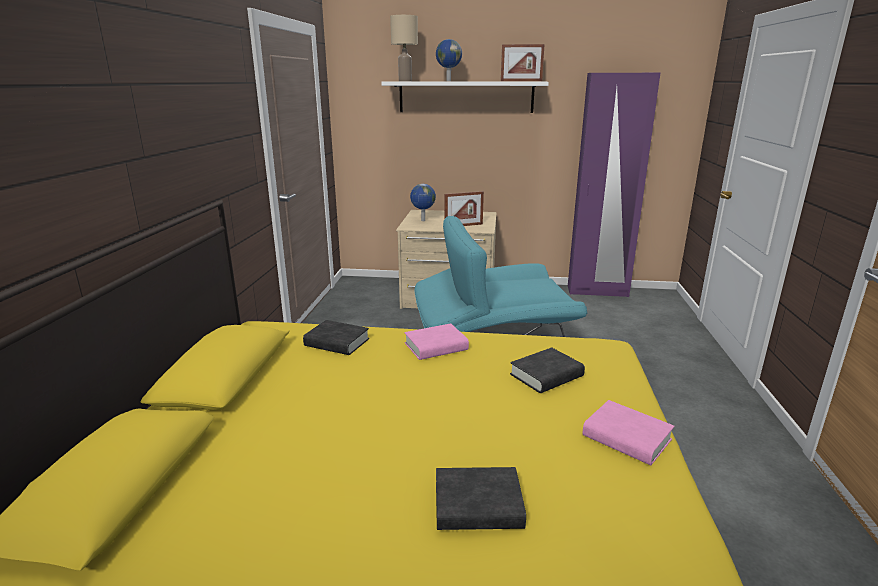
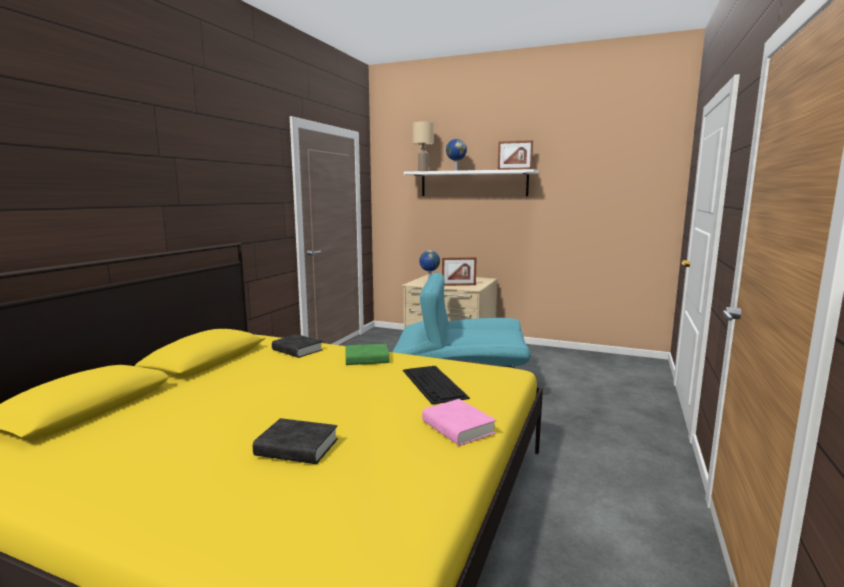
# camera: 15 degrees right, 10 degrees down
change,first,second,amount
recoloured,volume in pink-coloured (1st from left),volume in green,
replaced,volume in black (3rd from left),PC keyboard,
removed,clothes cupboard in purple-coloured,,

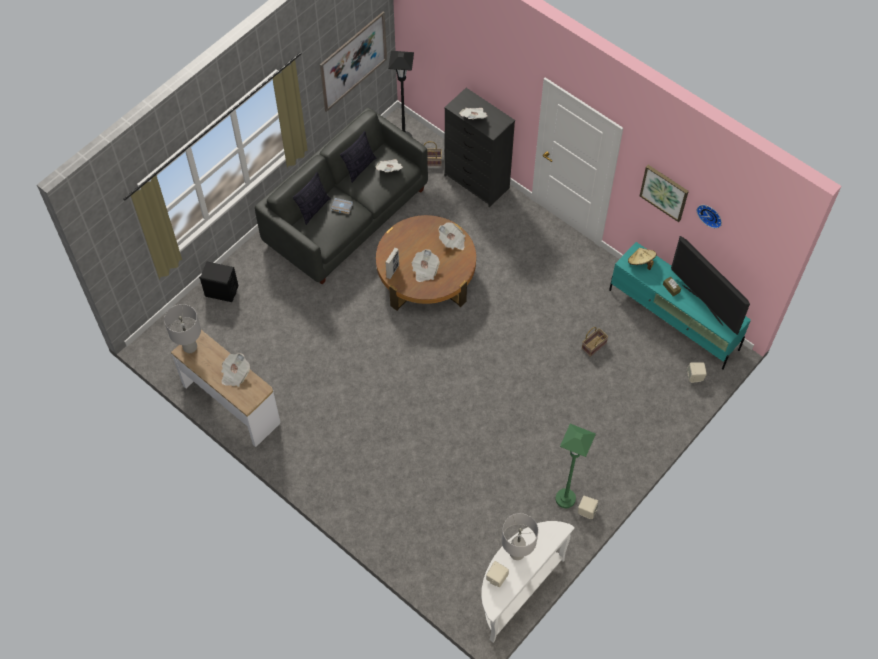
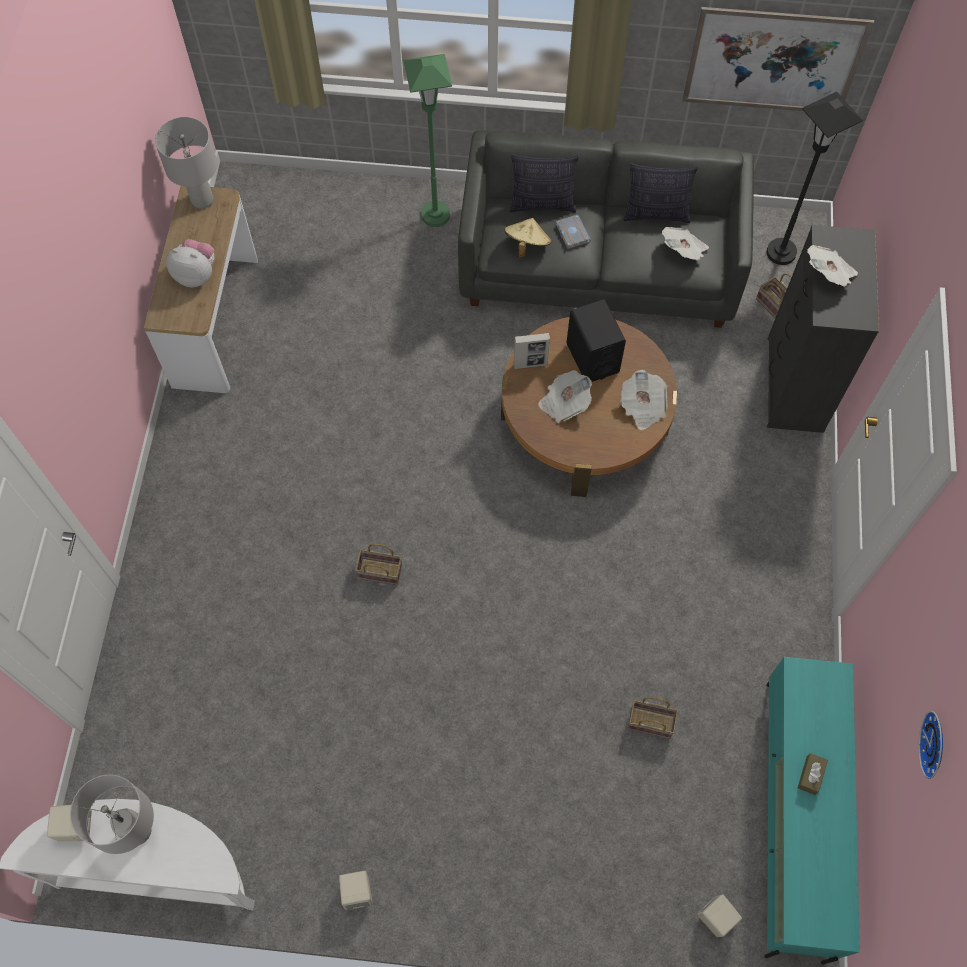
# camera: 55 degrees right, 5 degrees up
change,first,second,amount
moved,speaker in black,,
replaced,daily paper (1st from left),soft toy,
moved,floor lamp in green,,
moved,clothing hat in beige,,
removed,wall picture (2nd from left),,
removed,TV set,,
added,,household basket (1st from left),

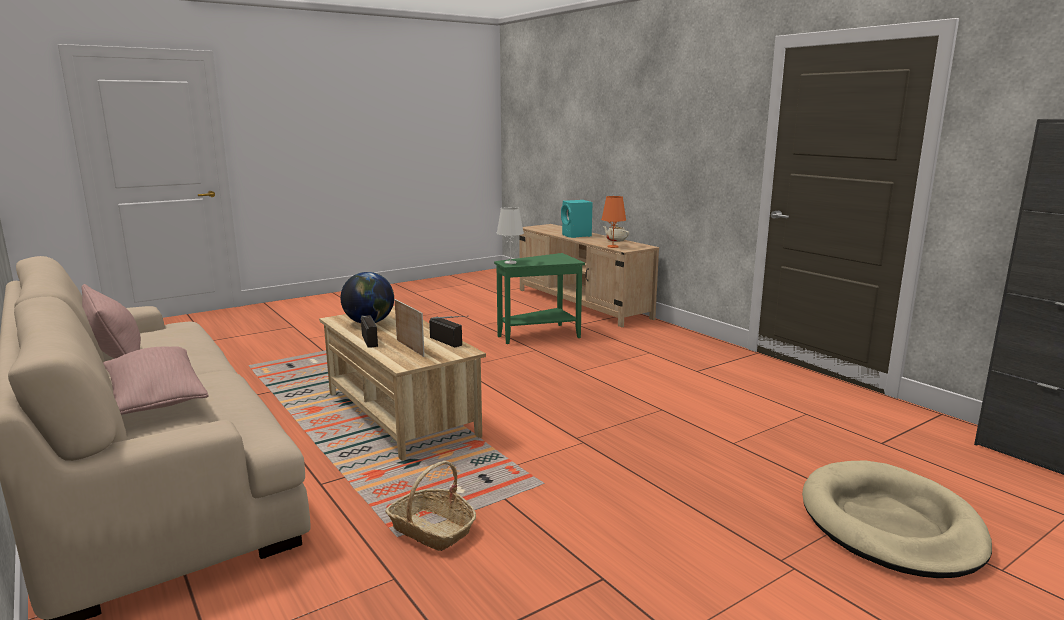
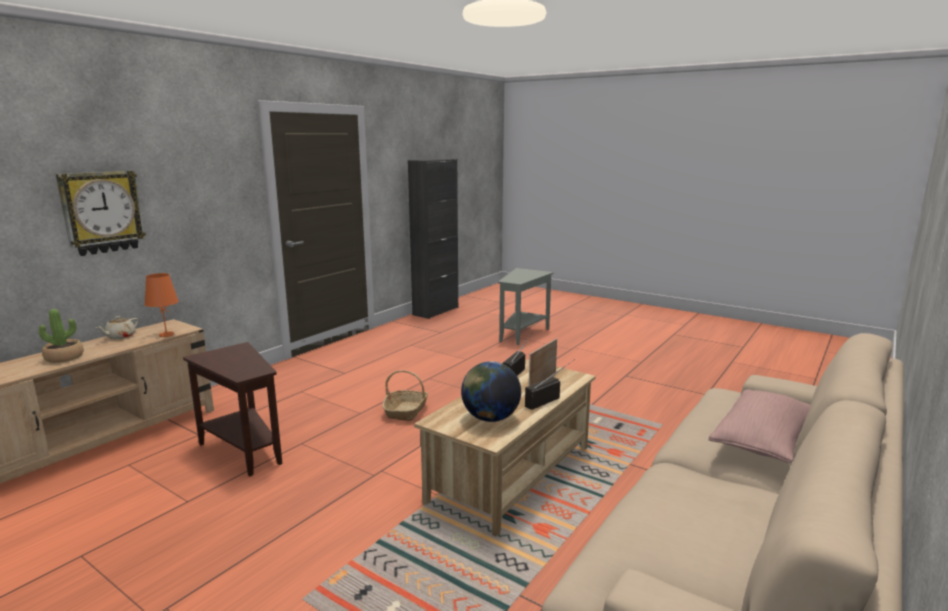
# camera: 110 degrees left, 0 degrees up
change,first,second,amount
removed,cushion in pink-coloured (1st from left),,
moved,household basket,,
recoloured,side table in green,side table in brown,
removed,tabletop lamp in white-coloured,,
replaced,speaker in turquoise,houseplant,
replaced,dog bed in beige,side table in grey,
added,,hanging clock,

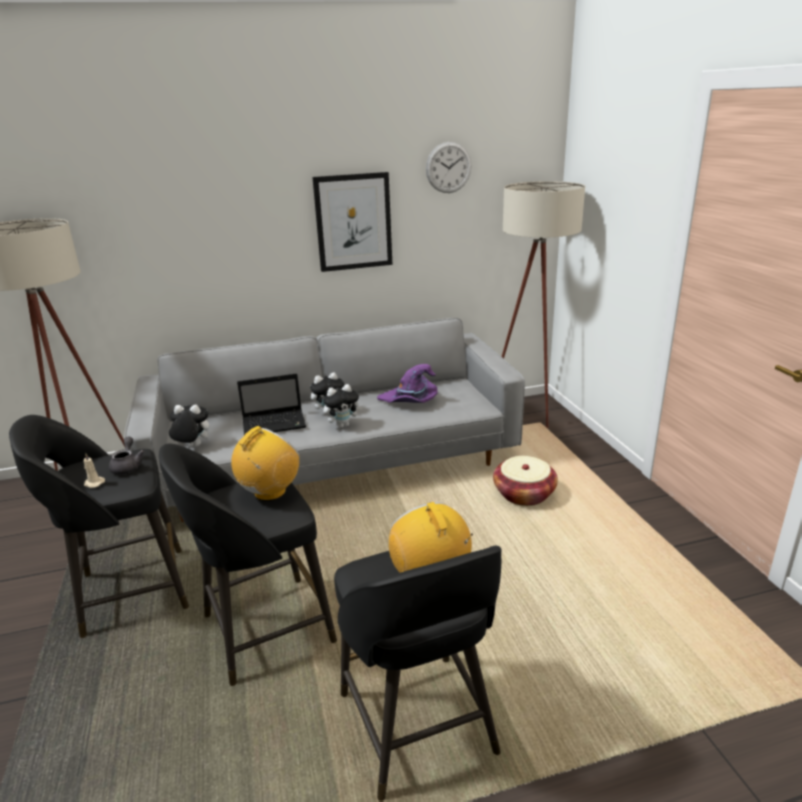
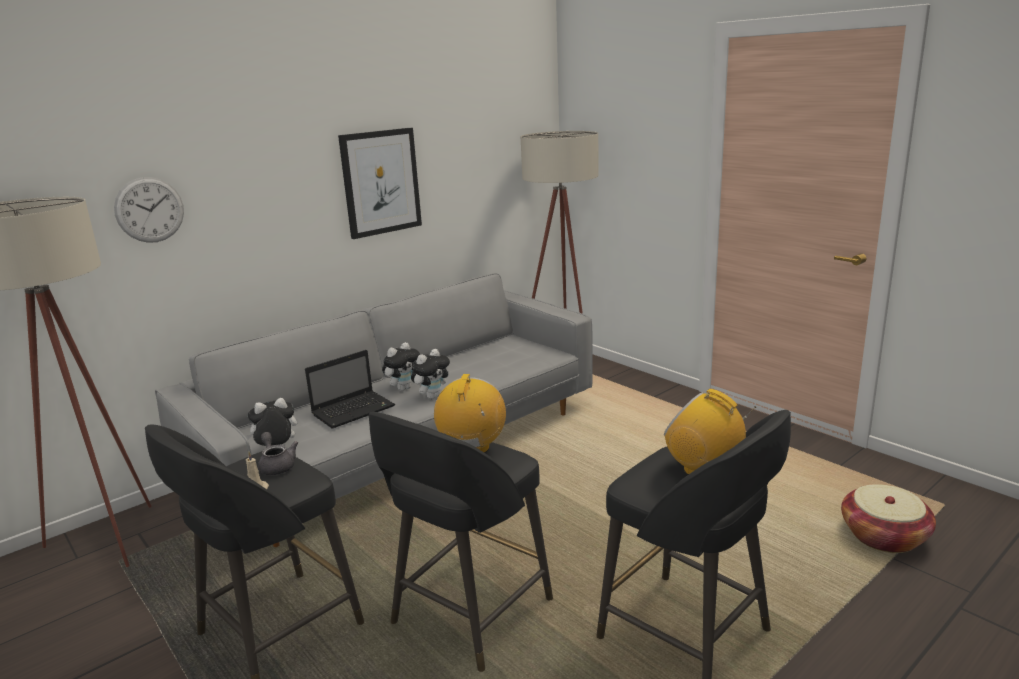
# camera: 25 degrees left, 5 degrees down
change,first,second,amount
removed,clothing hat in purple-coloured,,
moved,hanging clock,,
moved,household basket,,

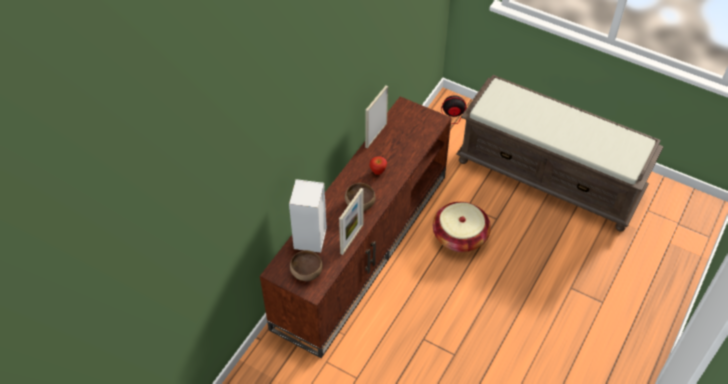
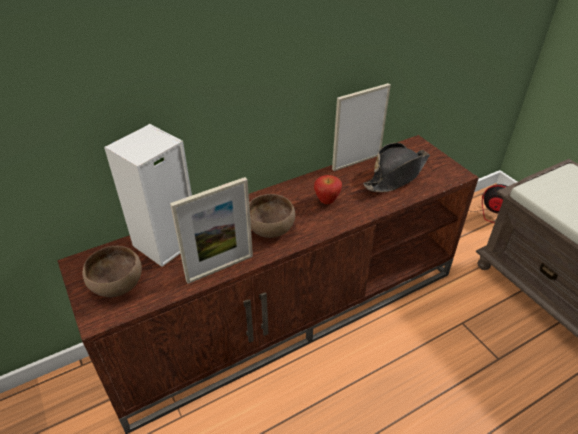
# camera: 30 degrees right, 10 degrees down
change,first,second,amount
removed,household basket,,
added,,clothing hat in black,

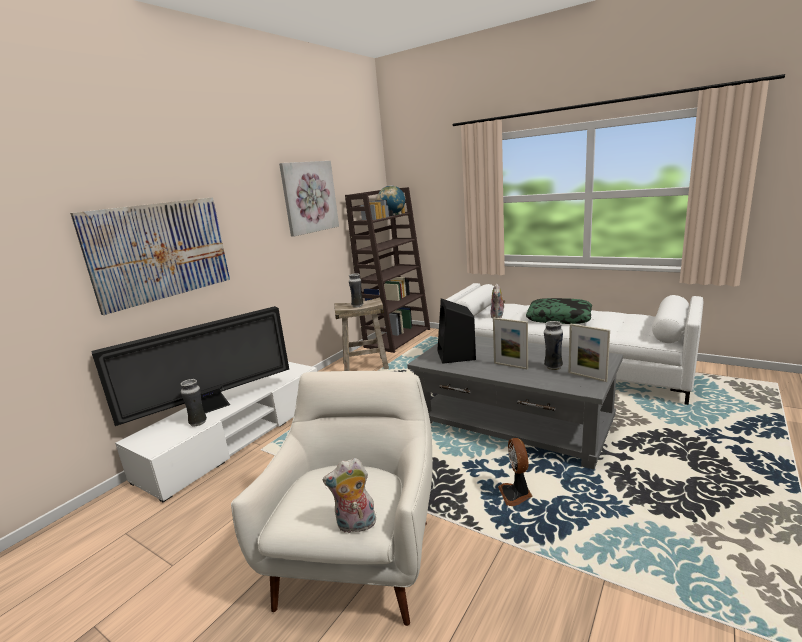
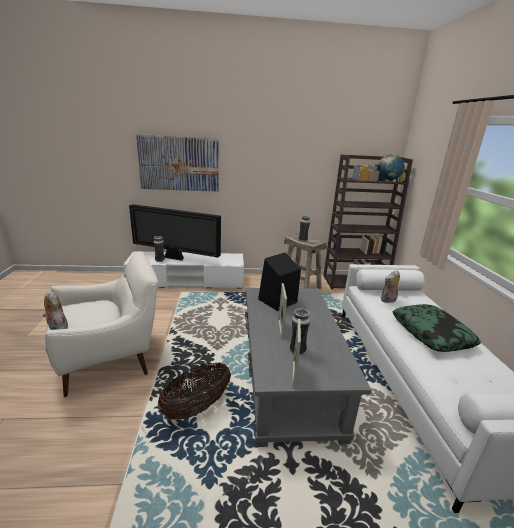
# camera: 50 degrees right, 5 degrees up
change,first,second,amount
removed,wall picture (2nd from left),,
replaced,cooling fan,household basket,

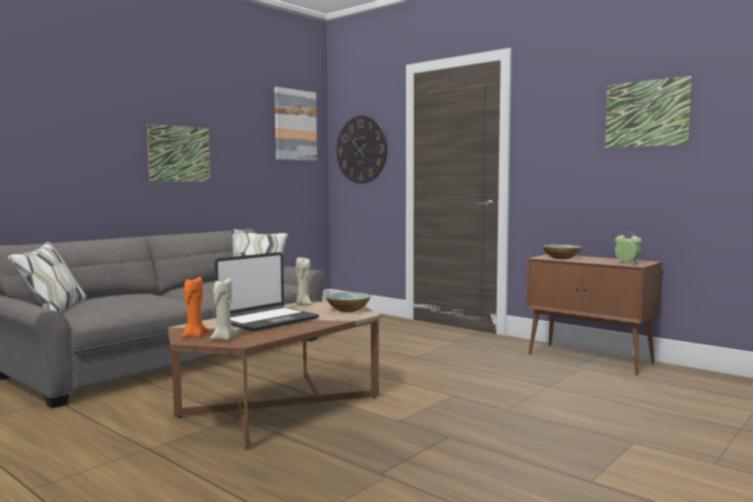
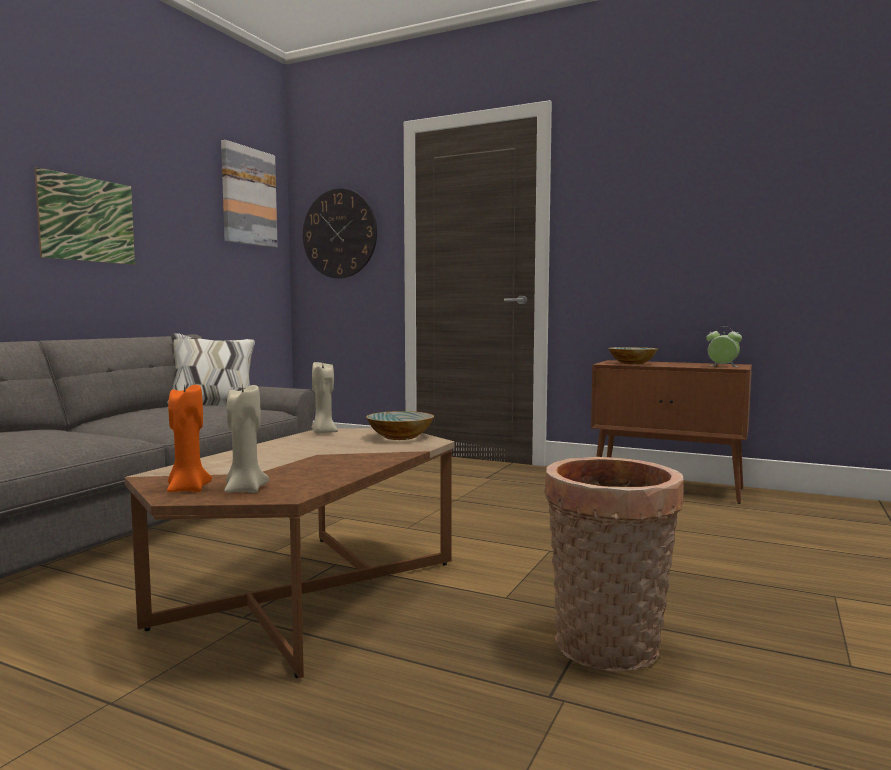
# camera: 15 degrees left, 0 degrees up
change,first,second,amount
removed,notebook computer,,
removed,wall picture (3rd from left),,
added,,household basket,

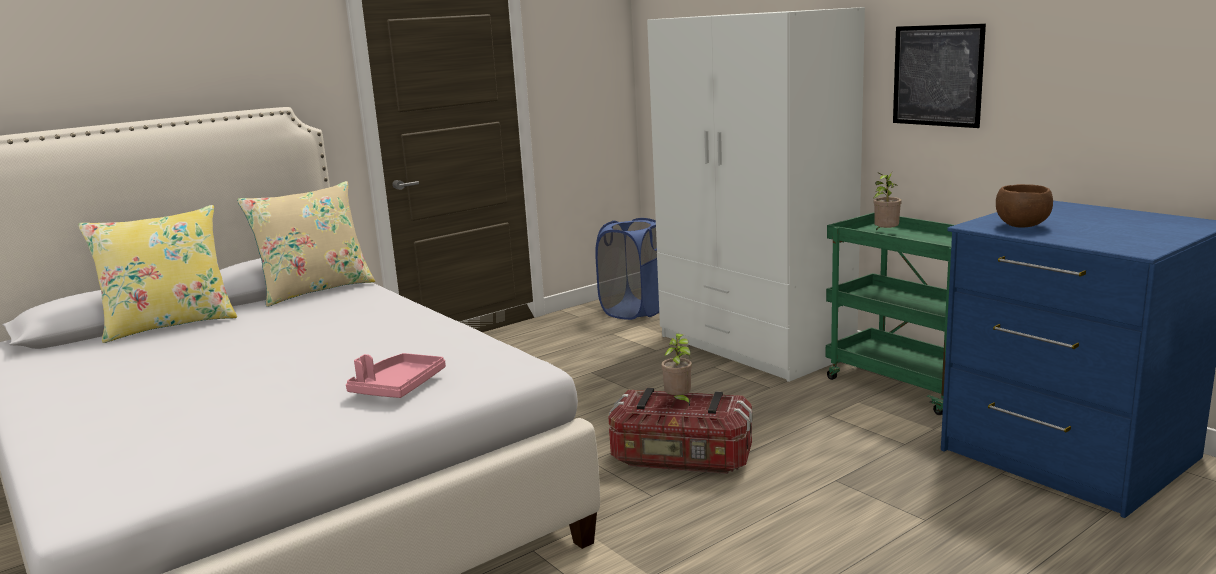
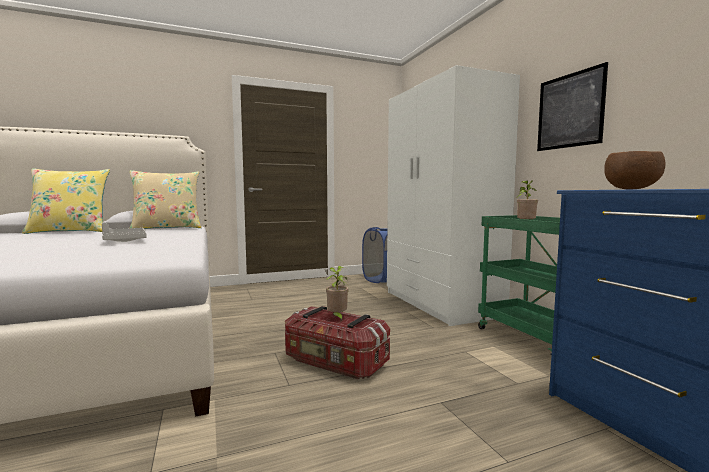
# camera: 15 degrees right, 10 degrees down
change,first,second,amount
removed,serving tray in pink-coloured,,
added,,serving tray in grey,

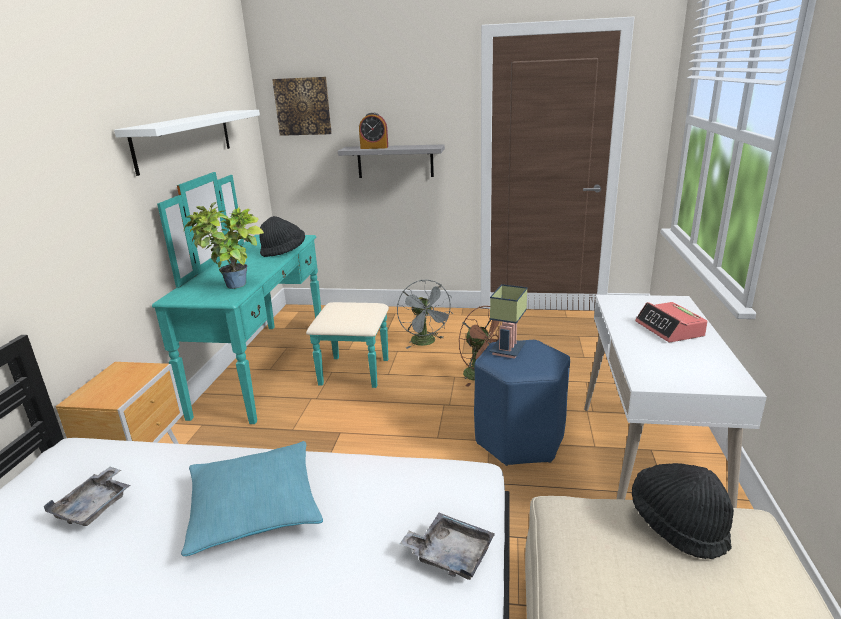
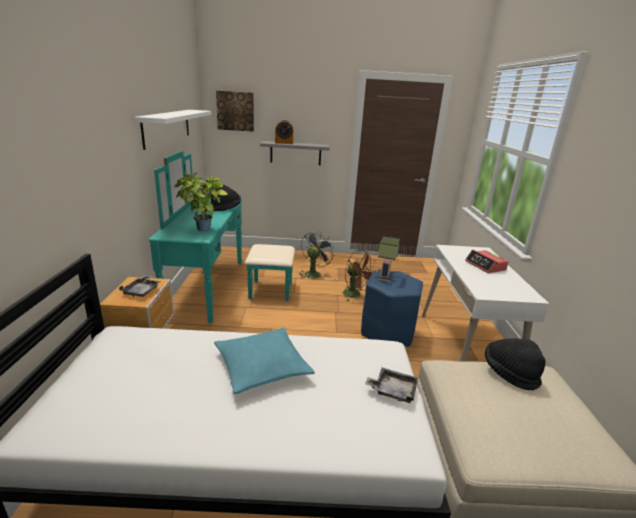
# camera: 10 degrees left, 0 degrees up
change,first,second,amount
moved,serving tray in grey (1st from left),,
turned,cooling fan in grey,,120 degrees counterclockwise

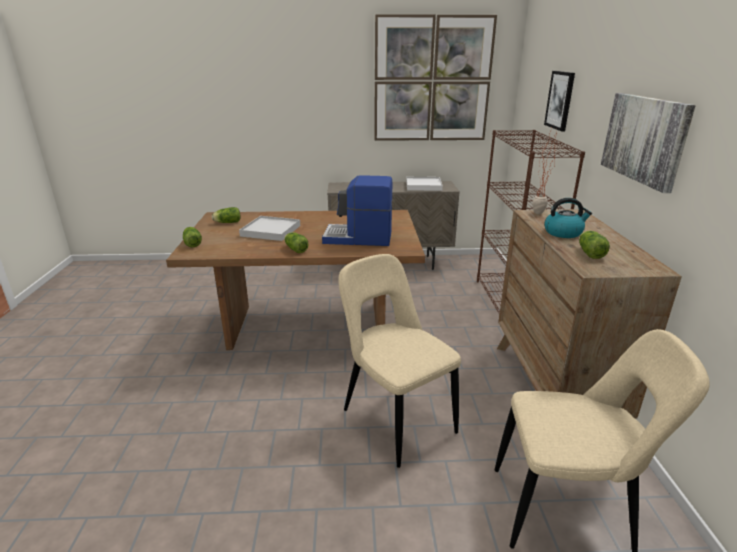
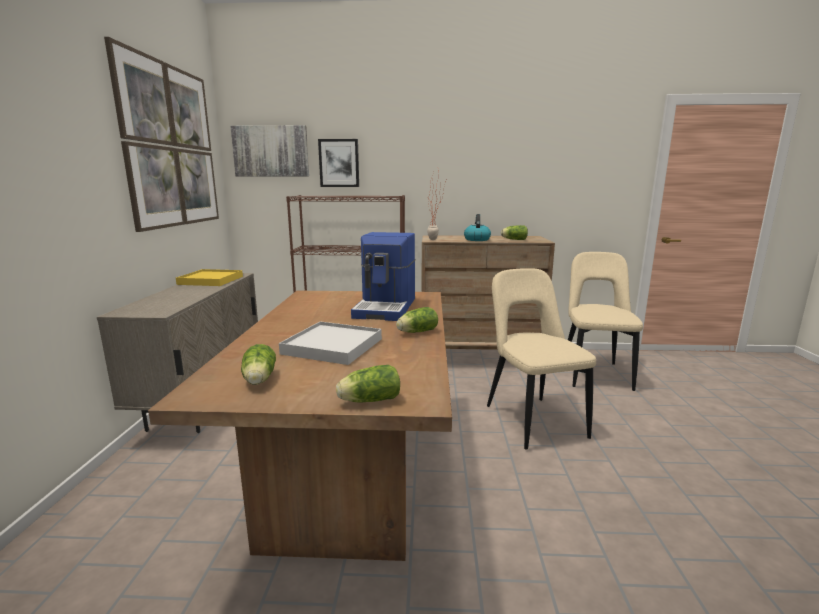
# camera: 85 degrees left, 10 degrees down
change,first,second,amount
turned,chair in beige (1st from left),,105 degrees clockwise
recoloured,serving tray in white-coloured (2nd from left),serving tray in yellowish,
moved,wall picture (3rd from left in the first image),wall picture (2nd from left),

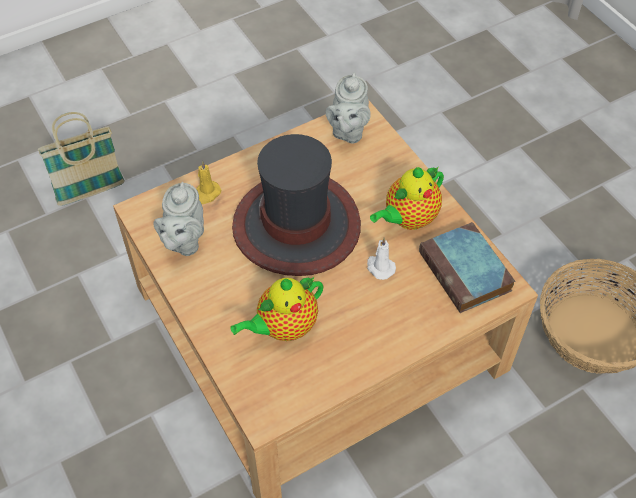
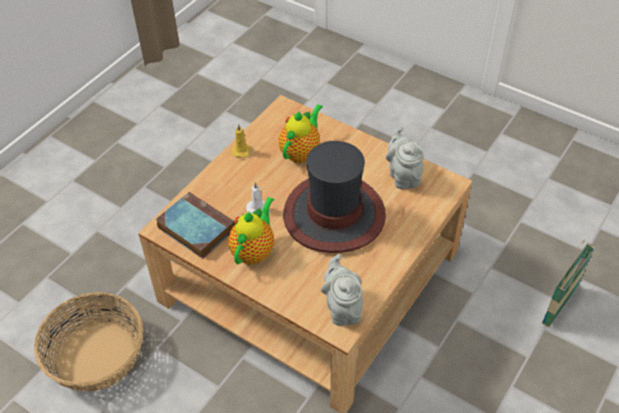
# camera: 155 degrees right, 5 degrees down
change,first,second,amount
moved,wax candle in yellowish,,

